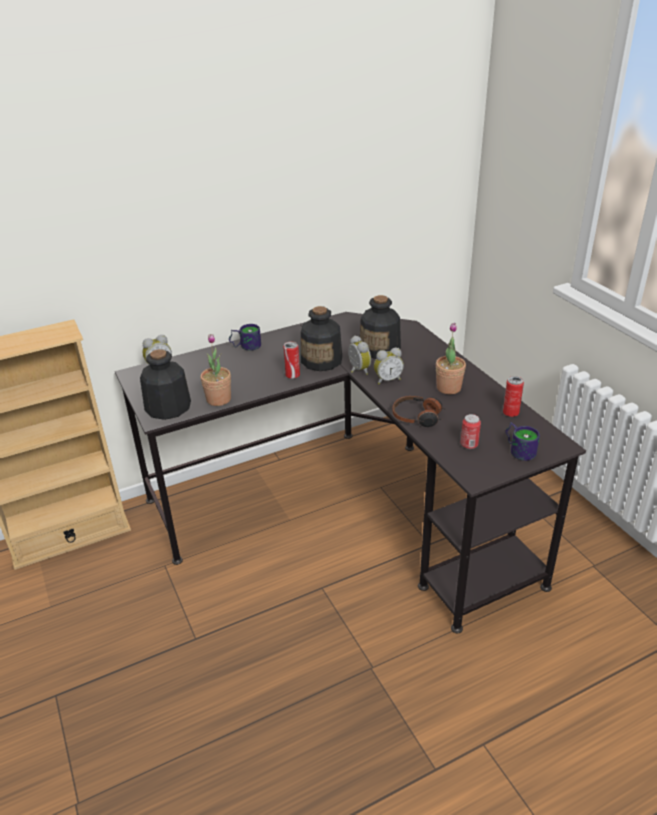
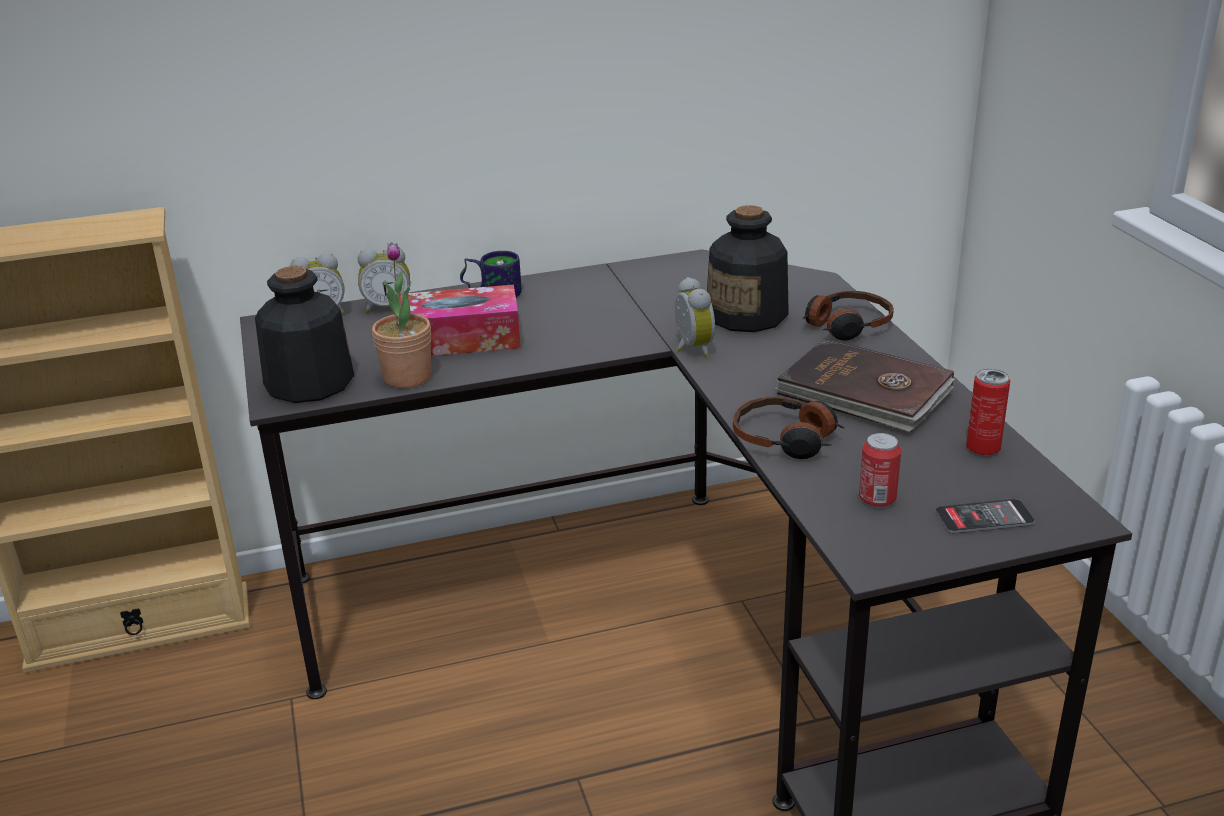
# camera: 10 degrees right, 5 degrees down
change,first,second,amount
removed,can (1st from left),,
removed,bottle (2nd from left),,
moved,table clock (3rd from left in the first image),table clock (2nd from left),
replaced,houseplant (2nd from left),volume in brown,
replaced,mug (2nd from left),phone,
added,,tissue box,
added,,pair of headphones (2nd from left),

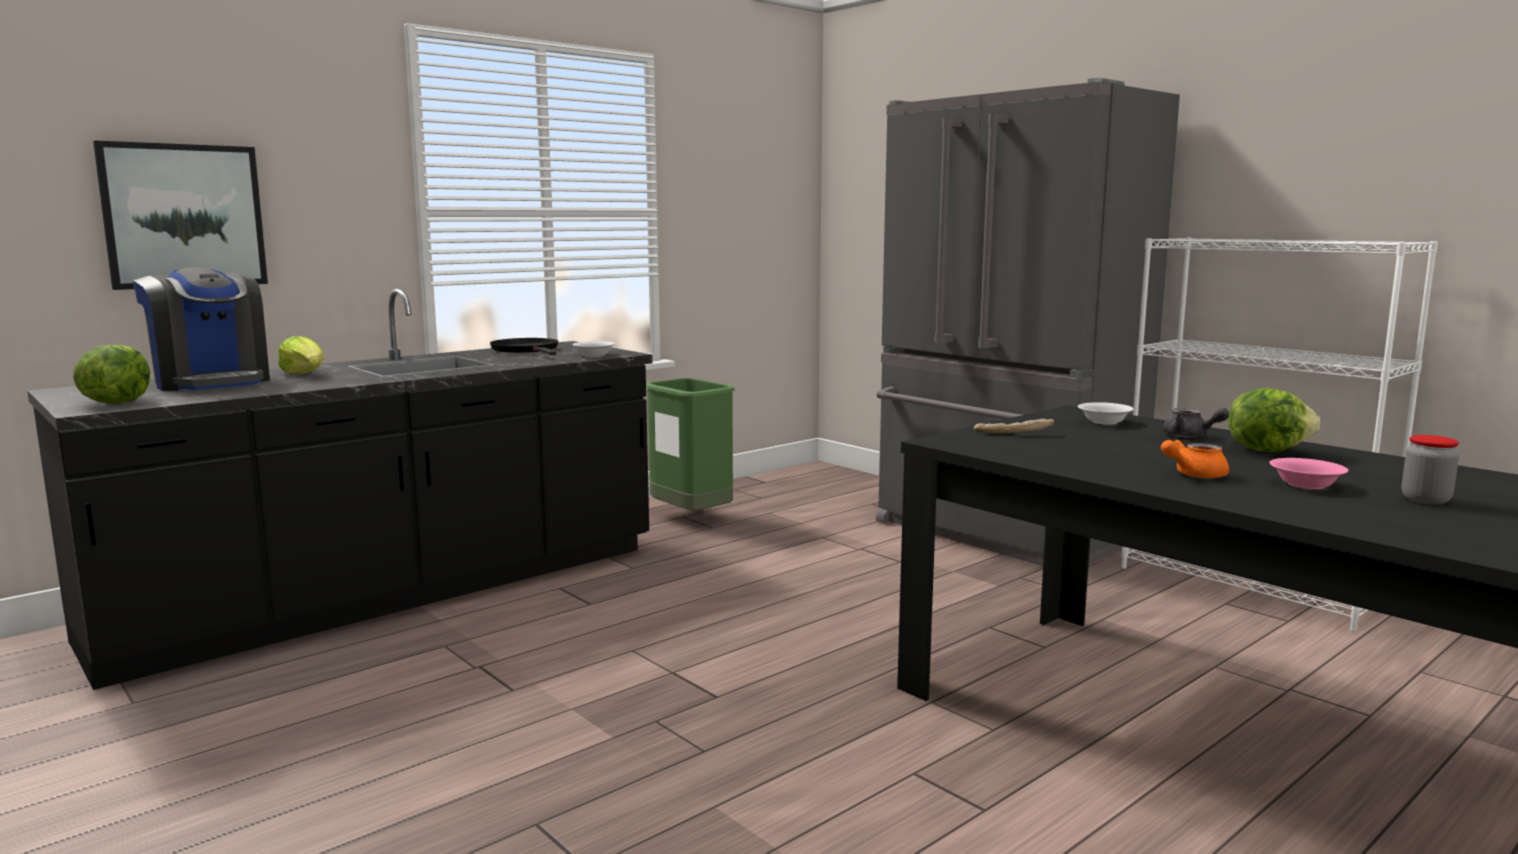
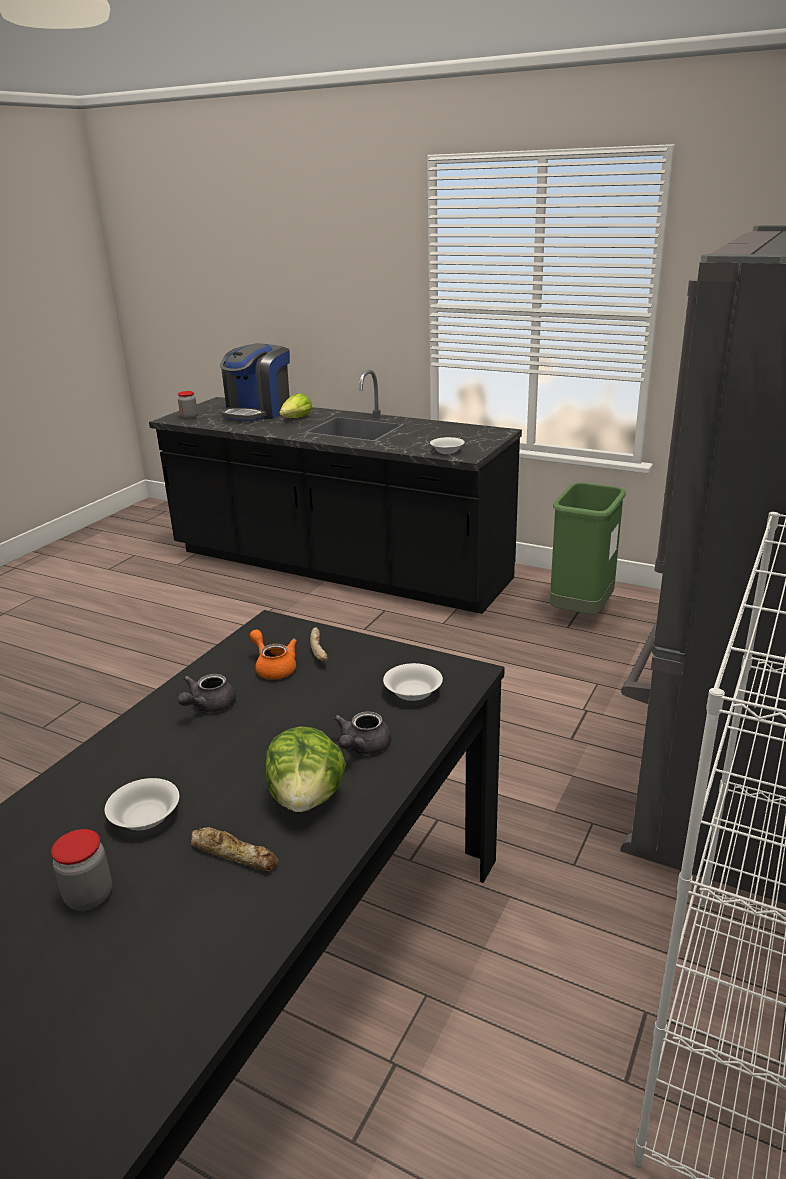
# camera: 70 degrees right, 15 degrees up
change,first,second,amount
replaced,lettuce head (1st from left),preserve jar (2nd from left),
removed,wall picture,,
removed,skillet in black,,
moved,teapot in orangey,,
recoloured,deep dish in pink-coloured,deep dish in white-coloured (1st from left),
added,,teapot in grey (1st from left),
added,,bakery bread (1st from left),

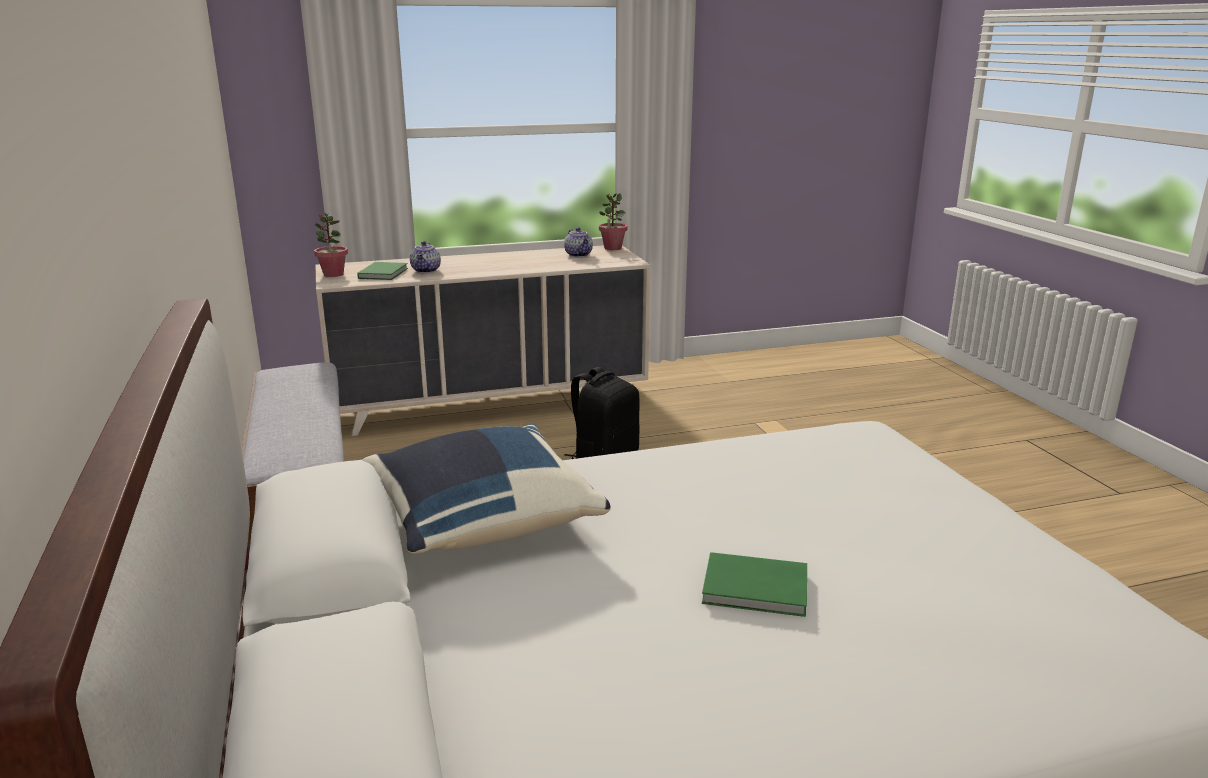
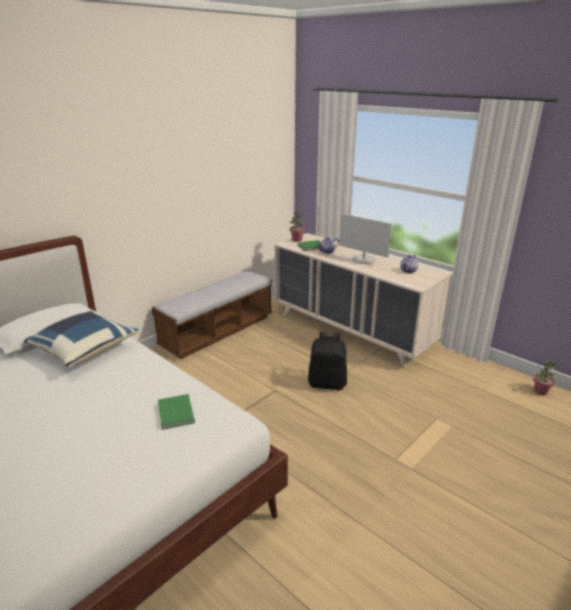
# camera: 60 degrees right, 5 degrees up
change,first,second,amount
moved,houseplant (2nd from left),,
moved,volume in green (2nd from left in the first image),volume in green (1st from left),
added,,monitor,

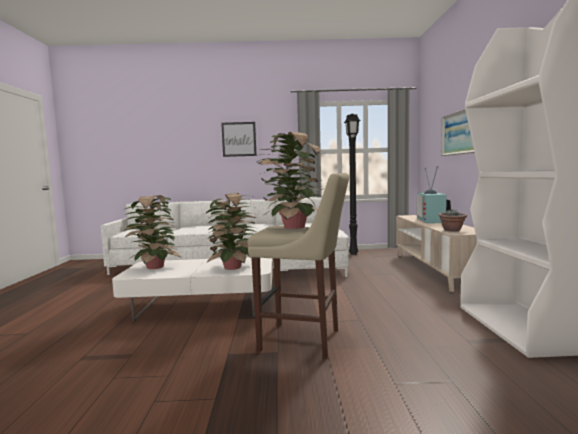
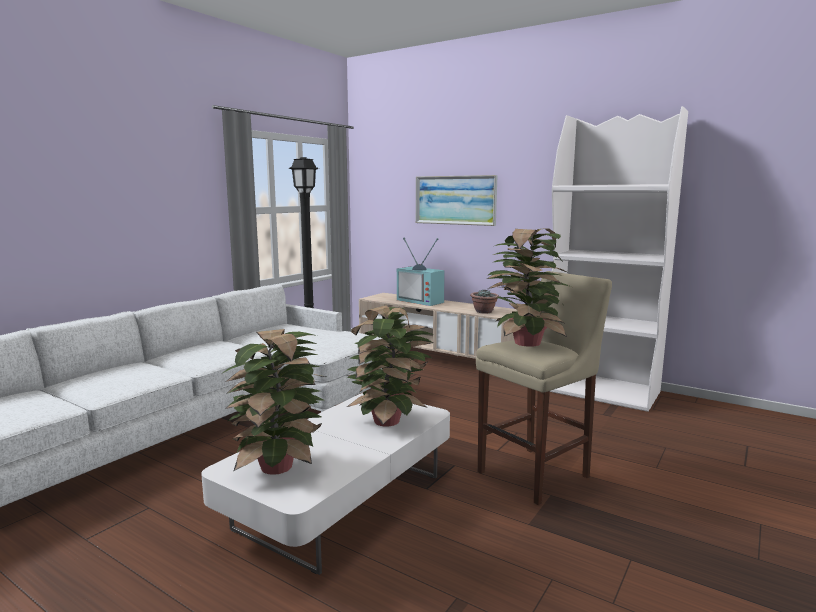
# camera: 55 degrees left, 5 degrees up
change,first,second,amount
removed,wall picture (1st from left),,

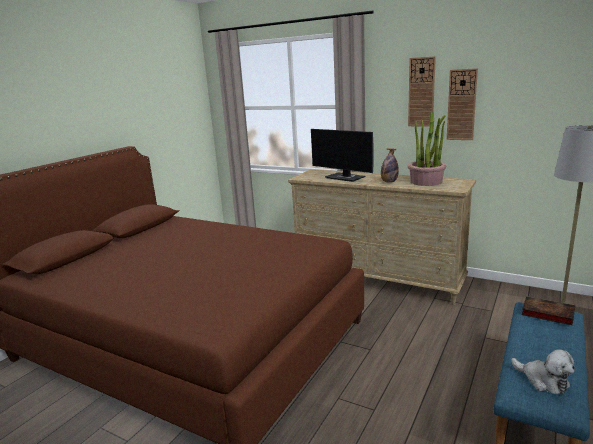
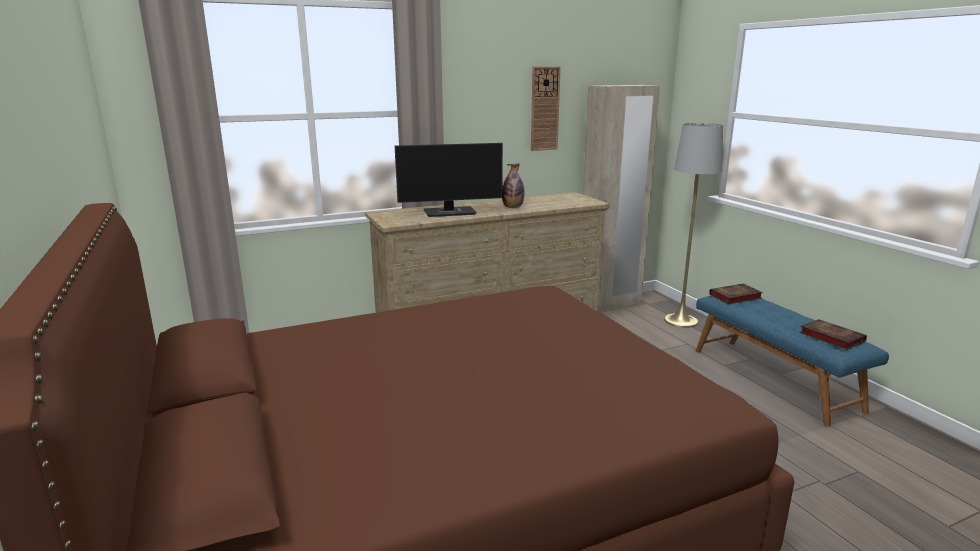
# camera: 55 degrees left, 0 degrees up
change,first,second,amount
removed,hanging clock (1st from left),,
removed,houseplant,,
replaced,soft toy,volume (2nd from left),
added,,clothes cupboard in beige,

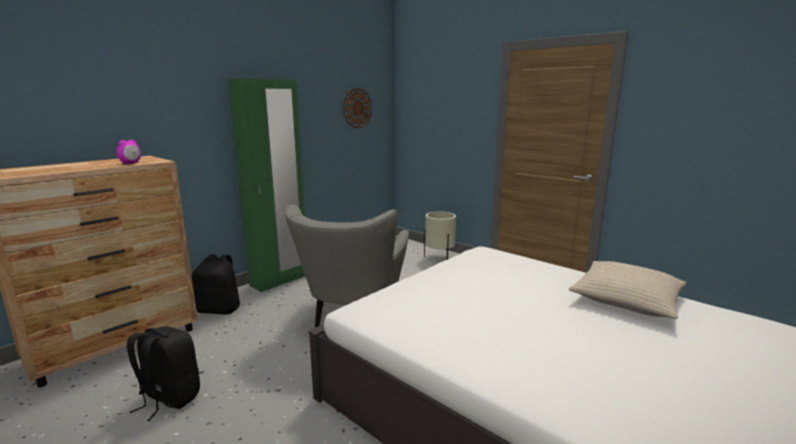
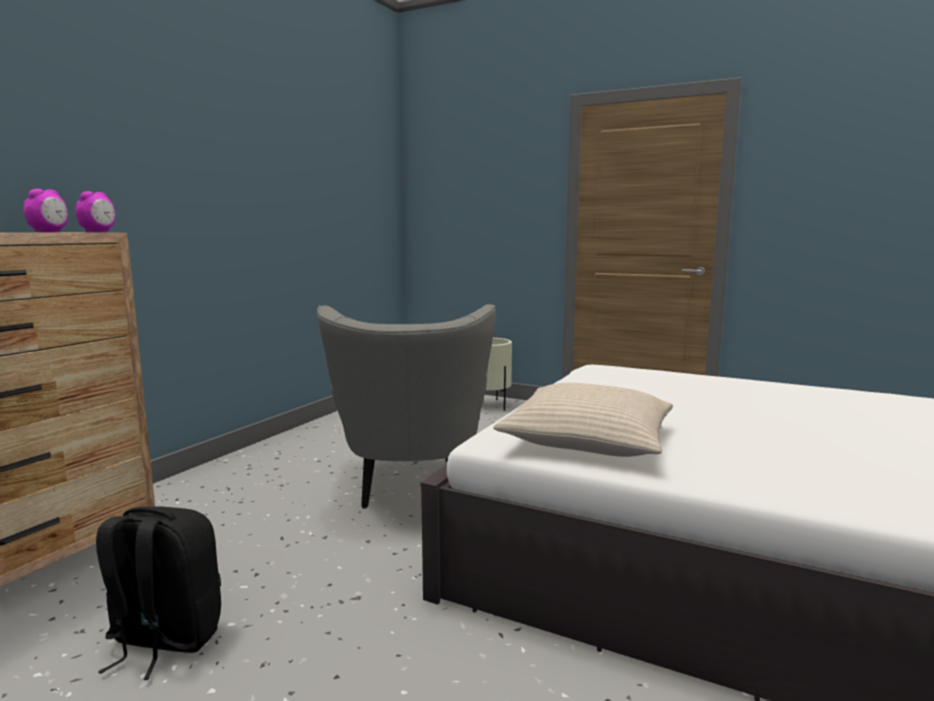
# camera: 15 degrees left, 5 degrees down
change,first,second,amount
removed,rucksack in black (2nd from left),,
removed,clothes cupboard in green,,
removed,hanging clock,,
moved,cushion in beige,,
added,,table clock (2nd from left),

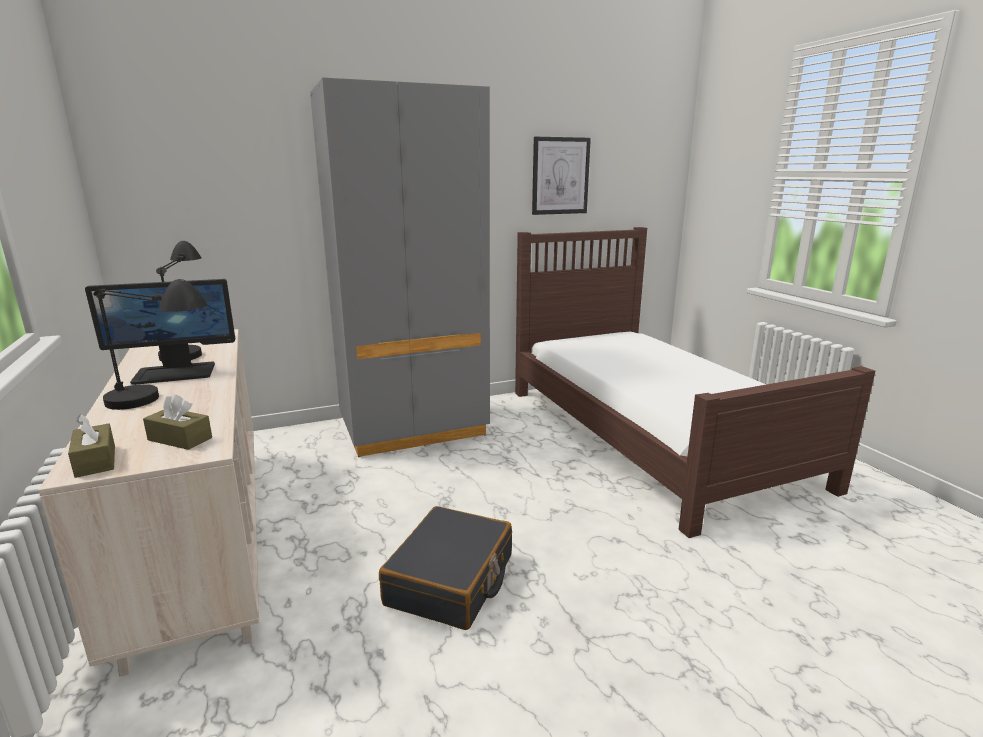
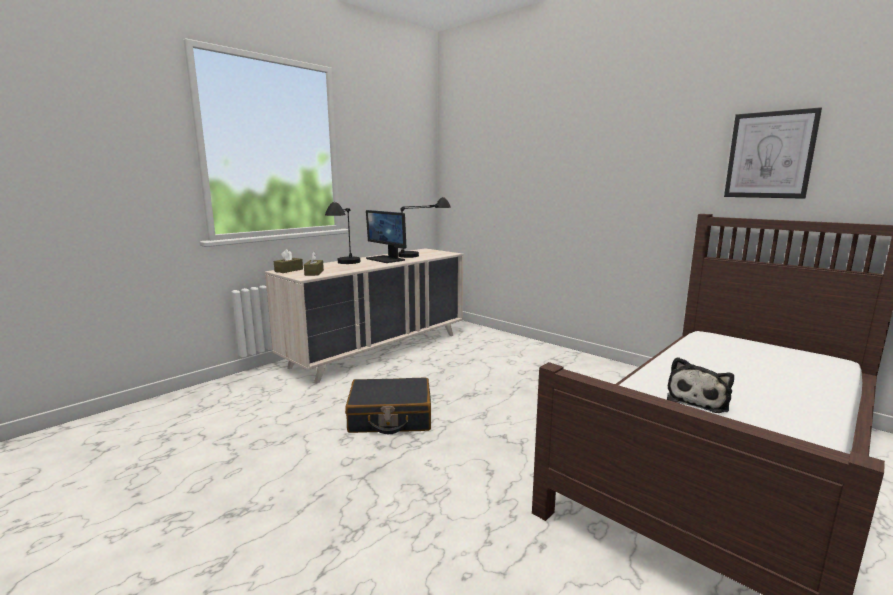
# camera: 65 degrees right, 5 degrees down
change,first,second,amount
removed,clothes cupboard in grey,,
added,,soft toy,

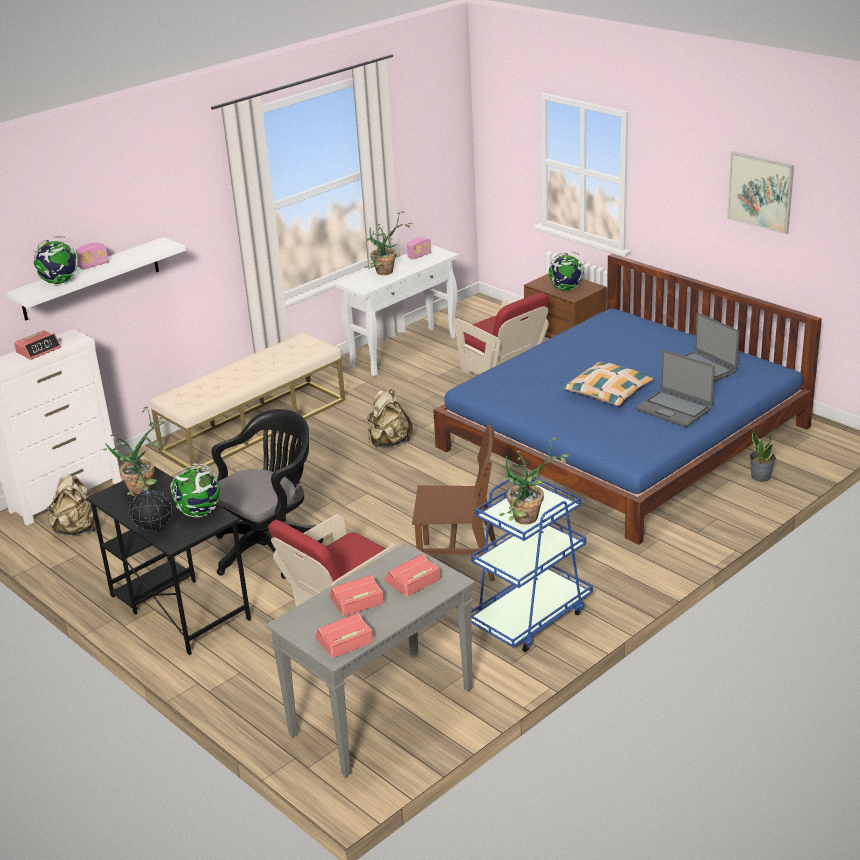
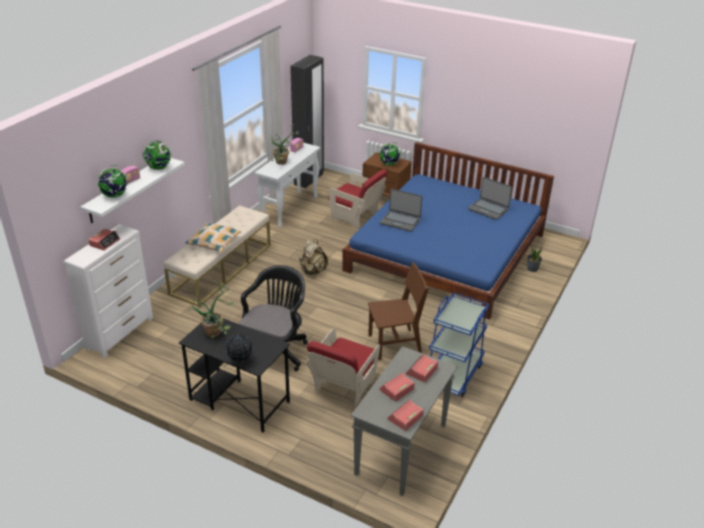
# camera: 20 degrees left, 5 degrees up
change,first,second,amount
removed,rucksack in beige (1st from left),,
moved,globe (3rd from left in the first image),globe (2nd from left),
removed,houseplant (3rd from left),,
moved,cushion,,
moved,notebook computer (1st from left),,
removed,wall picture,,
added,,clothes cupboard in black,

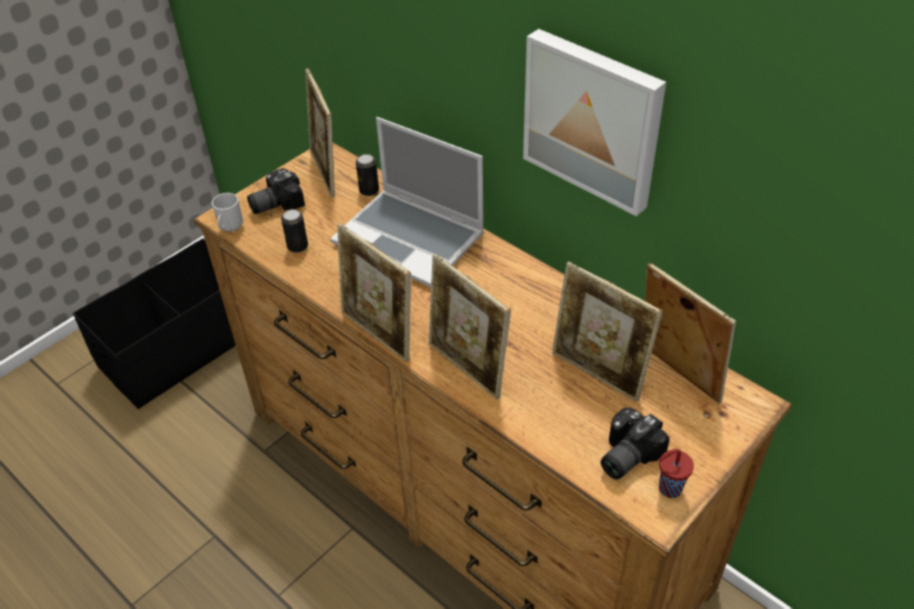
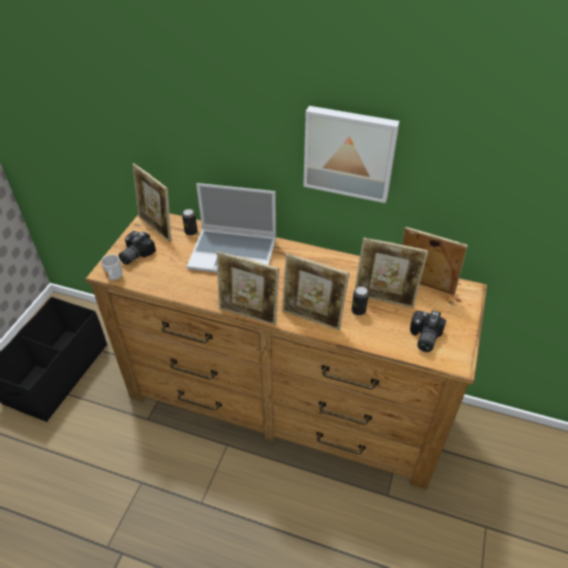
# camera: 25 degrees left, 0 degrees up
change,first,second,amount
moved,can (1st from left in the first image),can (2nd from left),
removed,cup in reddish,,

